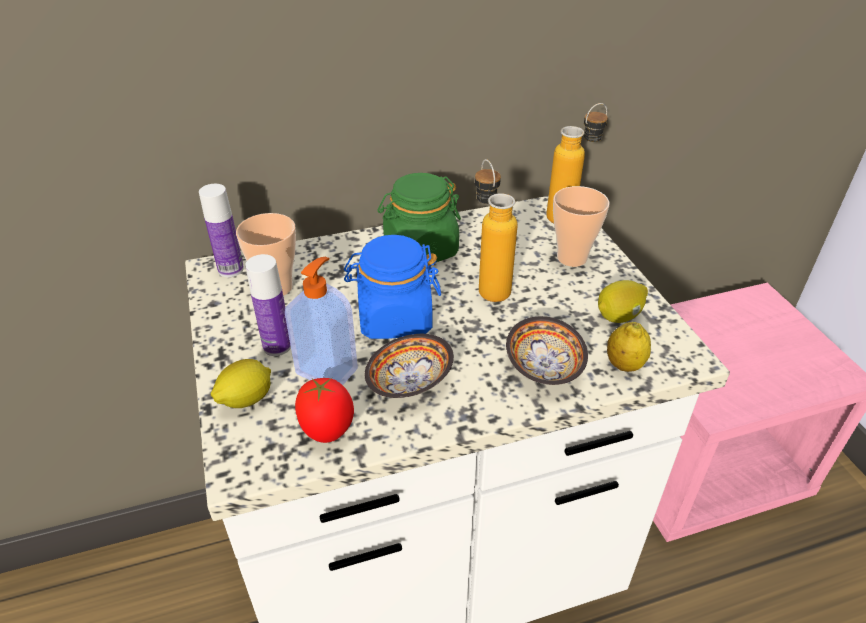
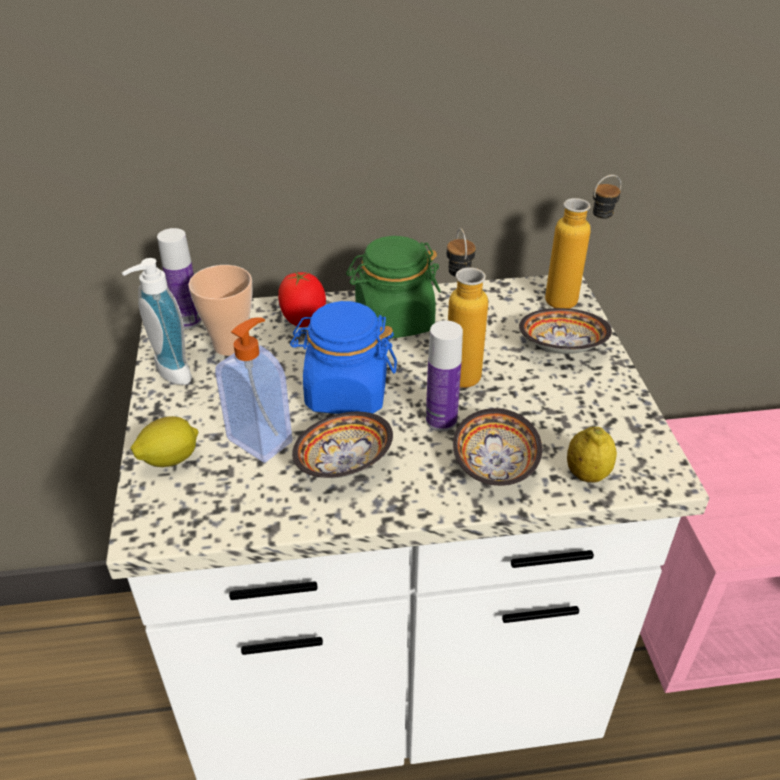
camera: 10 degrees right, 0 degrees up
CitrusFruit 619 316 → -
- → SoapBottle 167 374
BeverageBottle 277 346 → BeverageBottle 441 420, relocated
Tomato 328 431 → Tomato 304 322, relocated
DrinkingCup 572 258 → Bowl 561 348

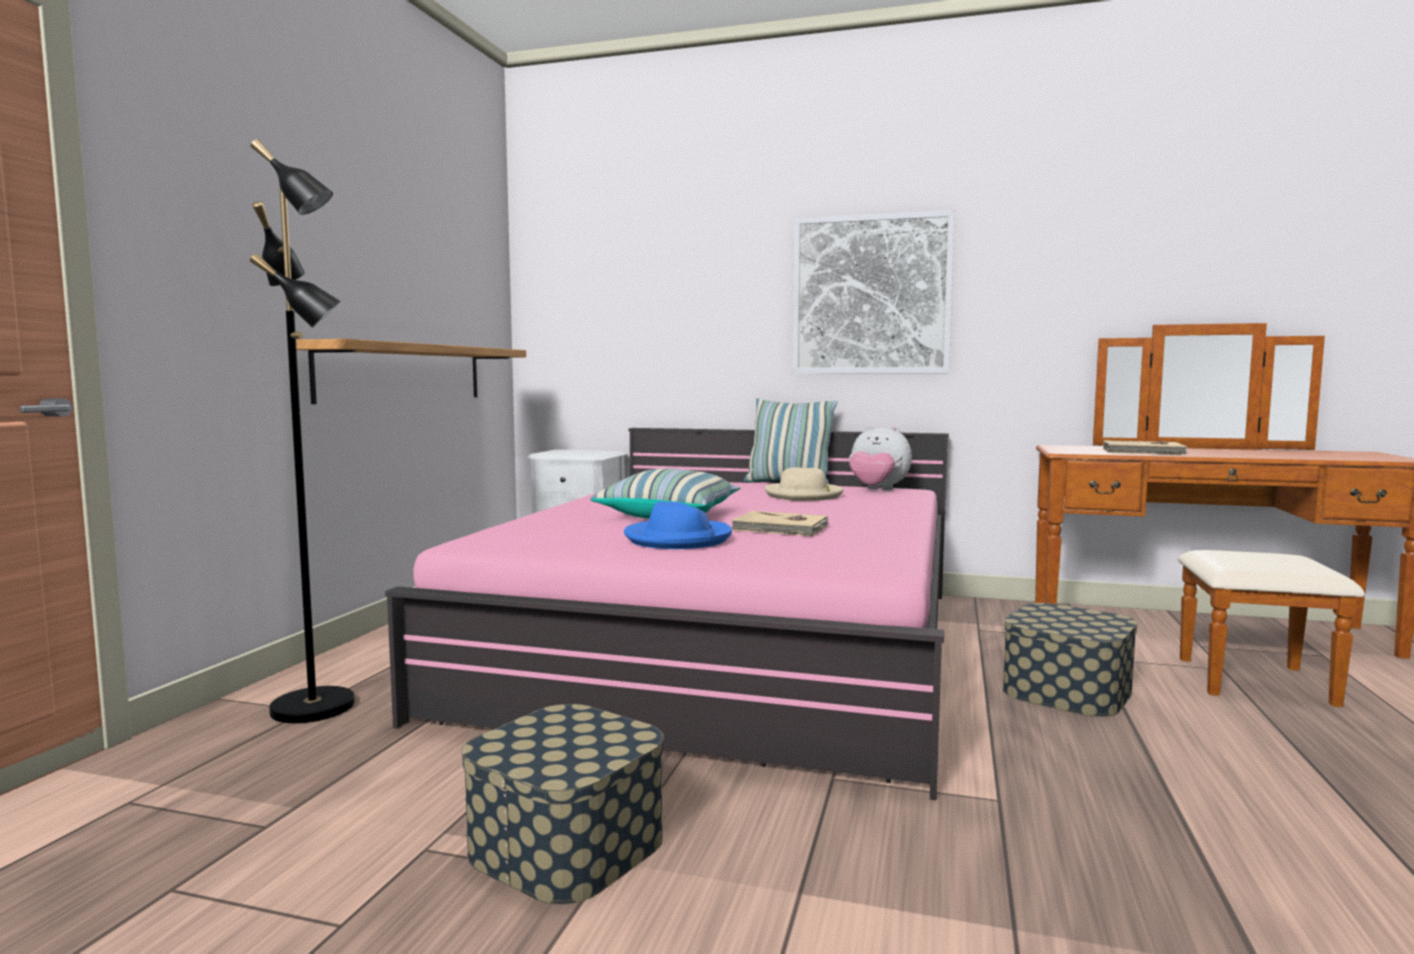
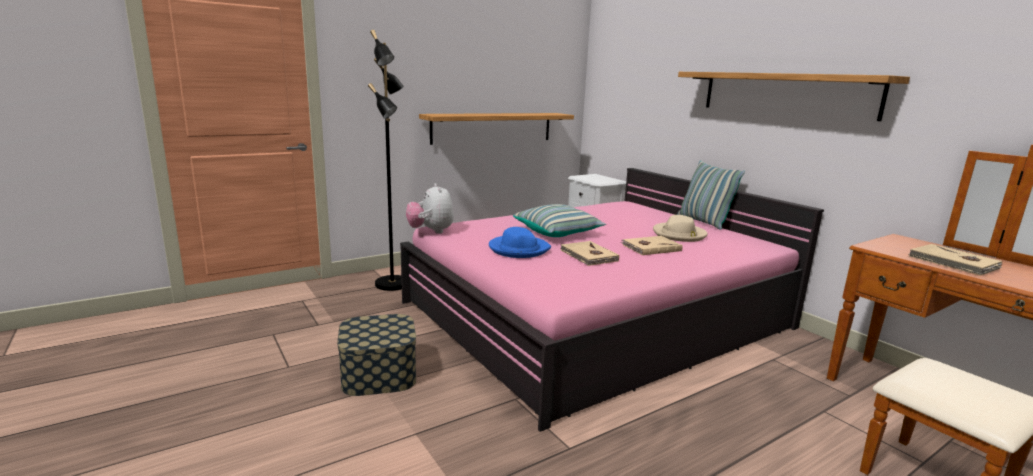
camera: 40 degrees right, 10 degrees up
StorageBin 1067 690 → -
- → BeigeColouredBoundBook 650 247
SoftToy 877 490 → SoftToy 431 231, relocated
Picture 871 295 → BracketShelf 785 94

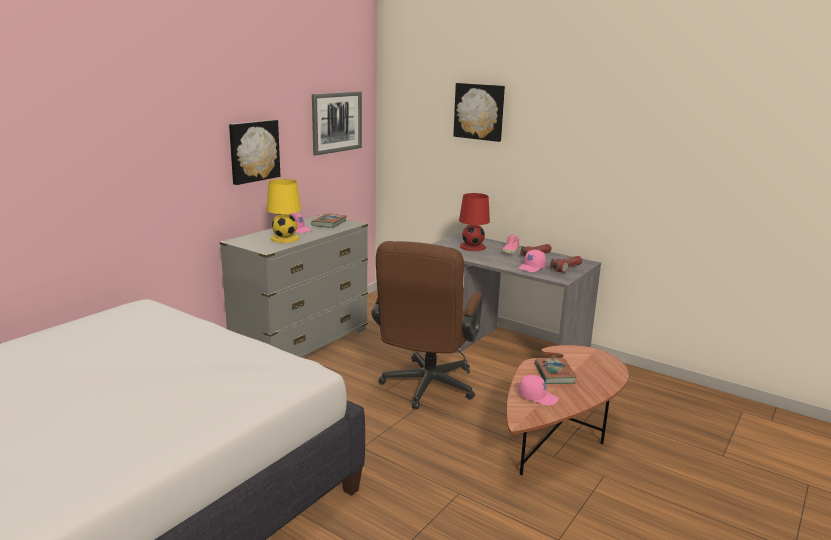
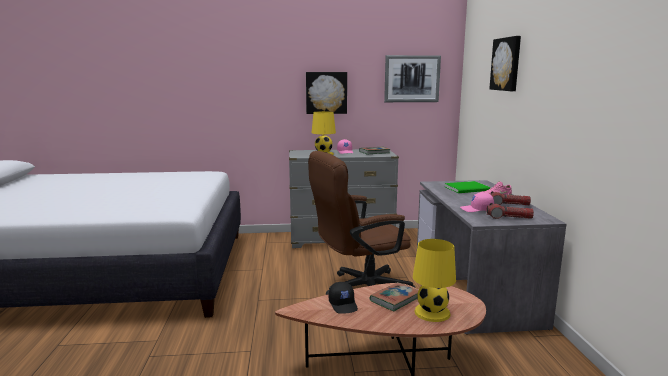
camera: 50 degrees right, 5 degrees down
- → YellowishTabletopLamp 432 313
ReddishTabletopLamp 473 247 → GreenBoundBook 468 189
PinkishCap 538 397 → BlackishCap 343 305

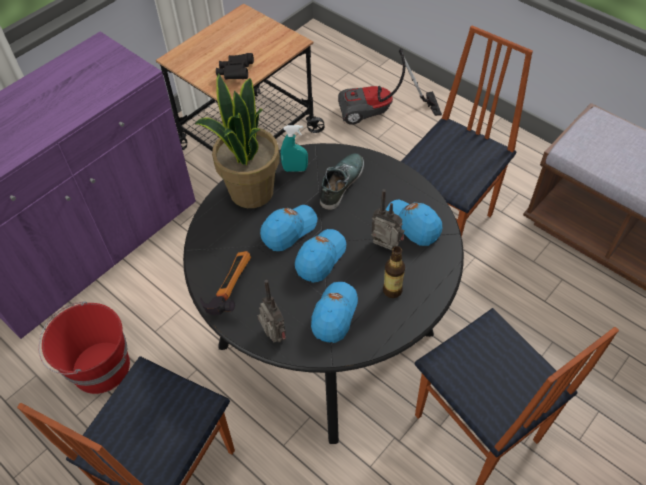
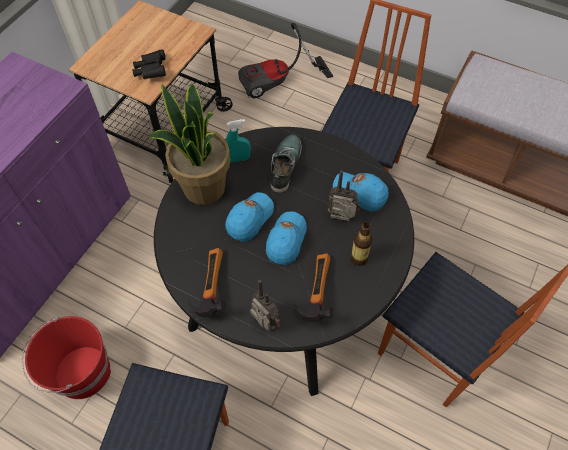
camera: 15 degrees left, 5 degrees up
BlueColouredCap 334 315 → ToolHammer 313 292

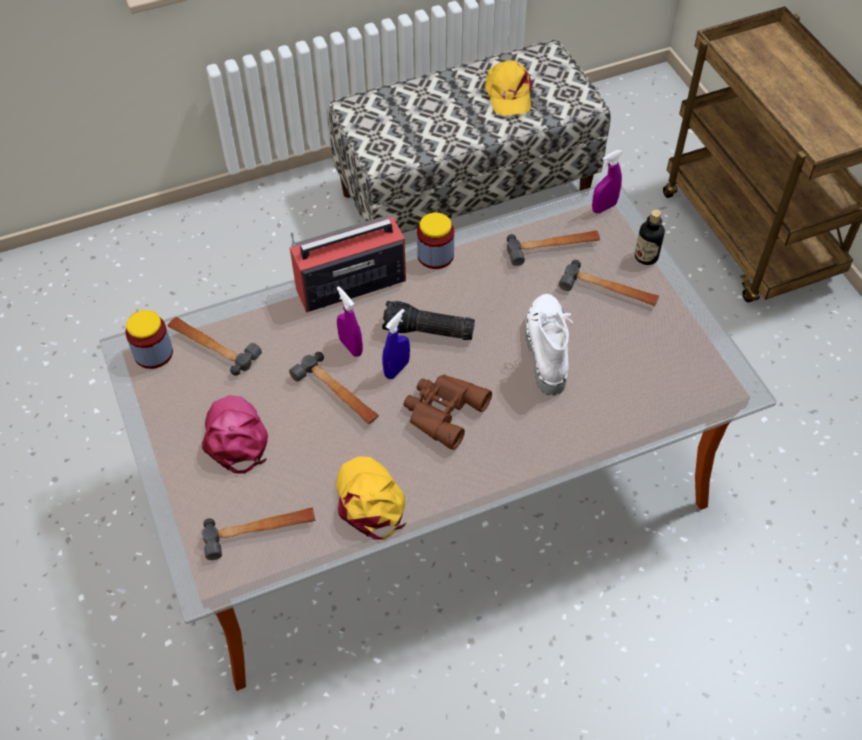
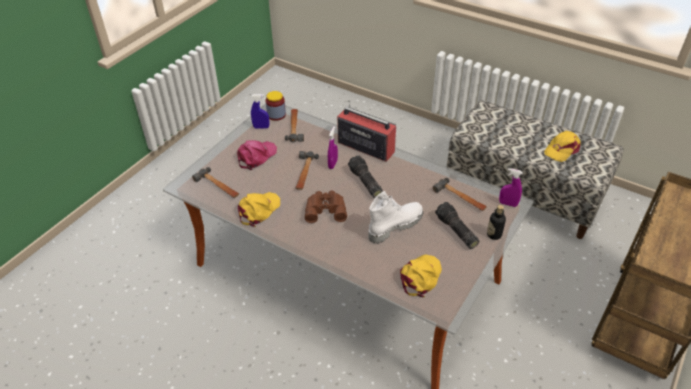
camera: 55 degrees right, 10 degrees down
StorageJar 435 255 → -
- → YellowishCap 420 277
BlueColouredSprayBottle 397 369 → BlueColouredSprayBottle 261 127, relocated
ToolHammer 609 291 → HandTorch 455 231

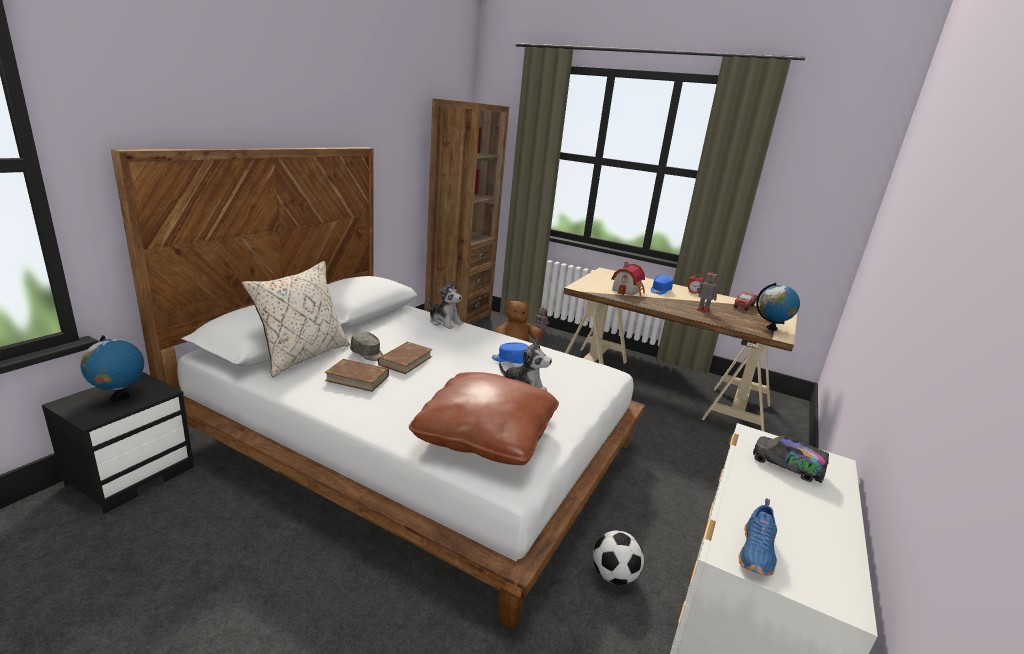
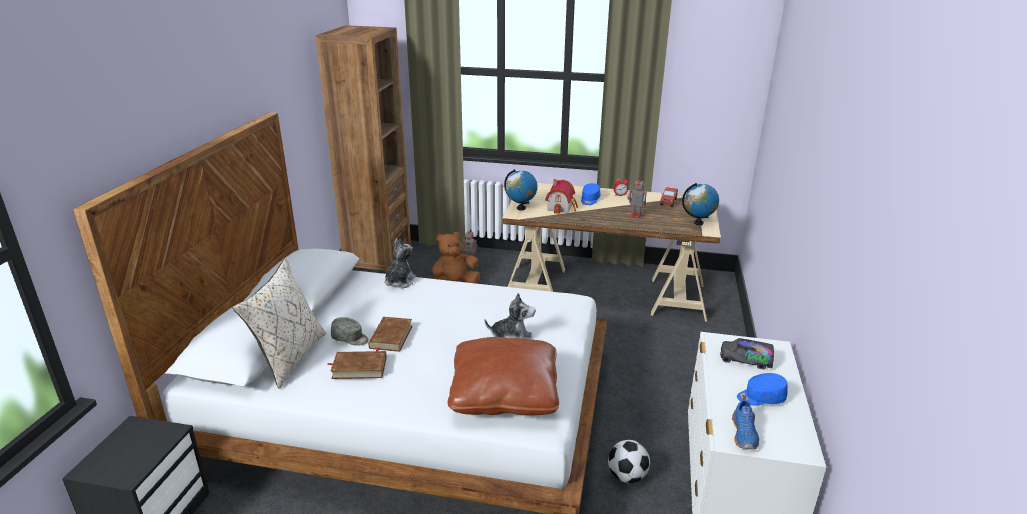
camera: 15 degrees left, 5 degrees up
WorldGlobe 119 397 → WorldGlobe 521 208, relocated
BlueColouredCap 510 360 → BlueColouredCap 760 398, relocated
SoftToy 445 322 → SoftToy 399 282, 90 degrees counterclockwise

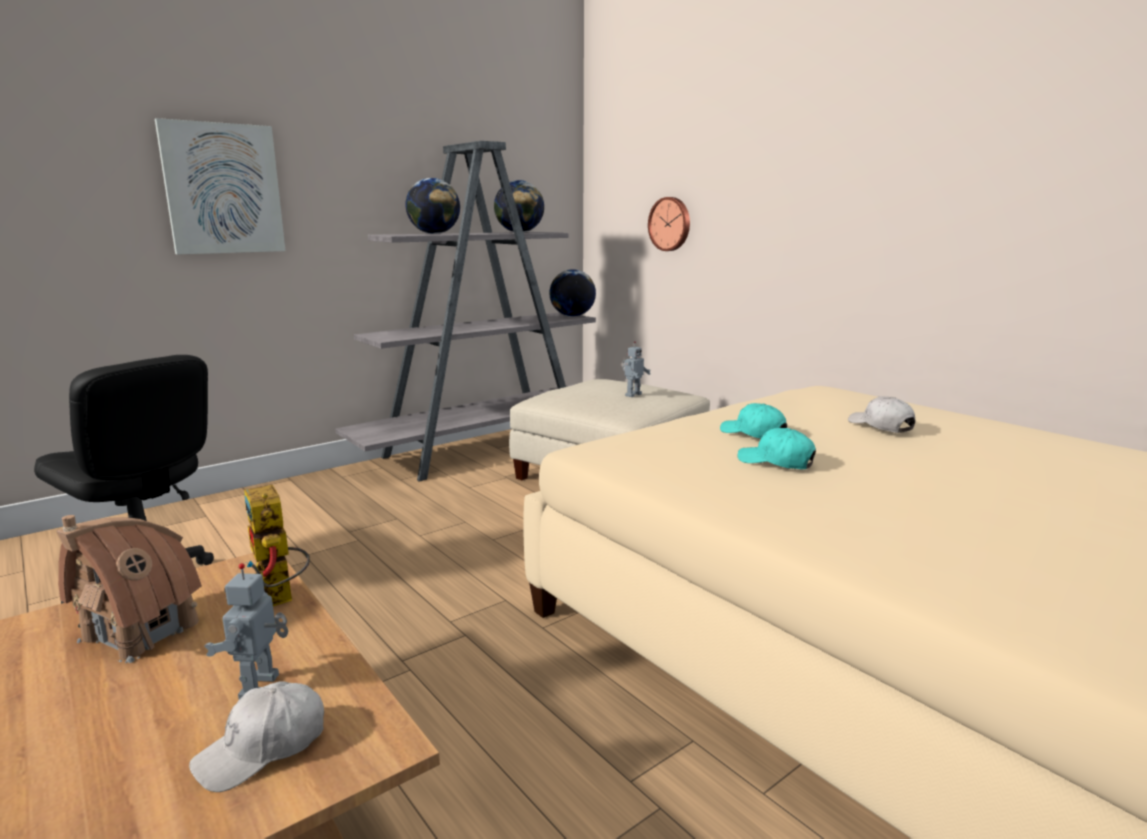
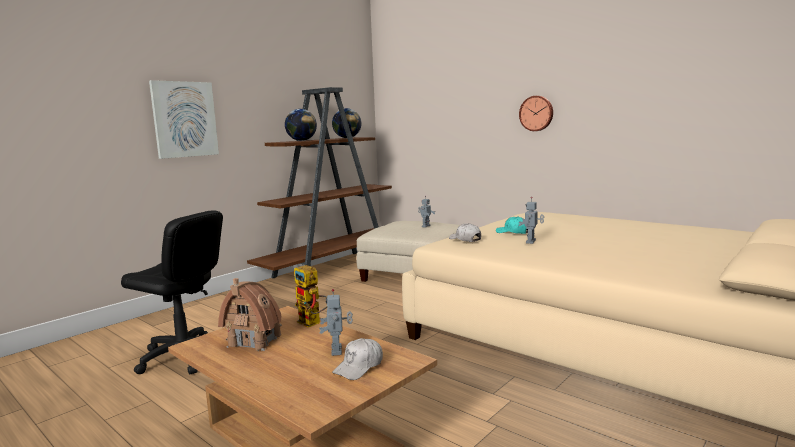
camera: 10 degrees left, 5 degrees down
WorldGlobe 572 316 → -
HangingClock 670 224 → HangingClock 536 113, relocated
WhiteColouredCap 880 426 → WhiteColouredCap 465 239, relocated
TurquoiseColouredCap 776 462 → RobotFigure 531 242
GreyishShelvingUnit 487 448 → BrownColouredShelvingUnit 334 268

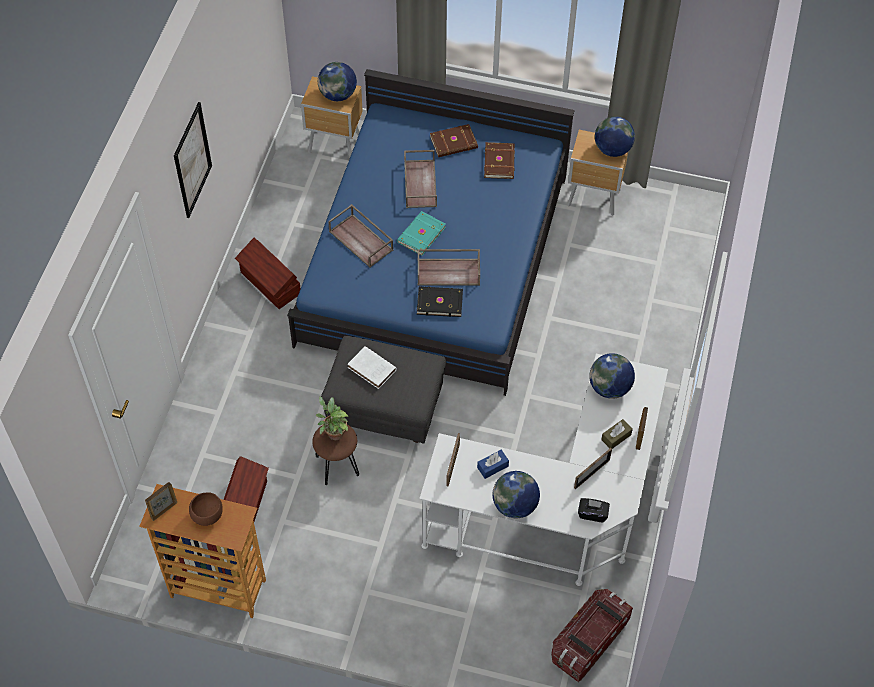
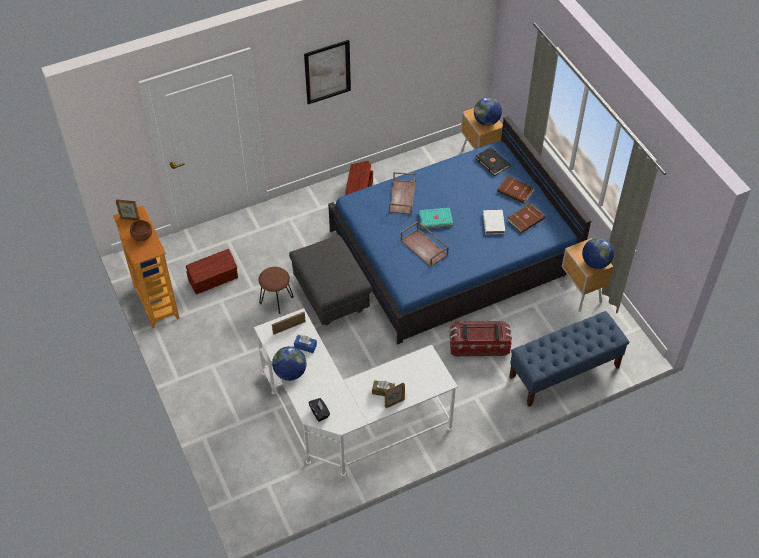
camera: 50 degrees right, 5 degrees down
PlantInAPot 333 432 → -
BrownColouredCarryingTray 419 183 → -
StandingFrame 592 474 → -
WorldGlobe 609 387 → -
- → BlueColouredLongSeat 564 372
WhiteColouredBoundBook 373 369 → WhiteColouredBoundBook 494 224, relocated
BlackishBoundBook 439 302 → BlackishBoundBook 492 162, relocated
StorageBin 589 641 → StorageBin 479 346, relocated

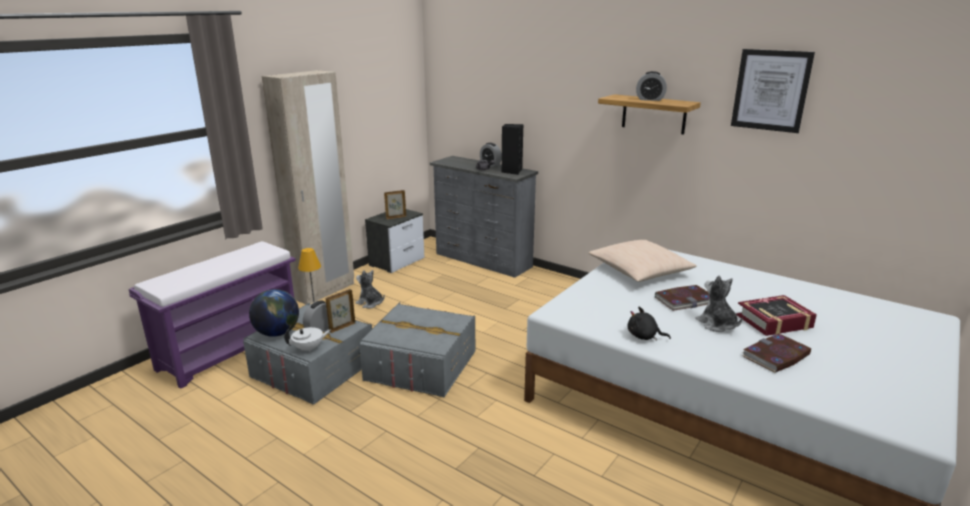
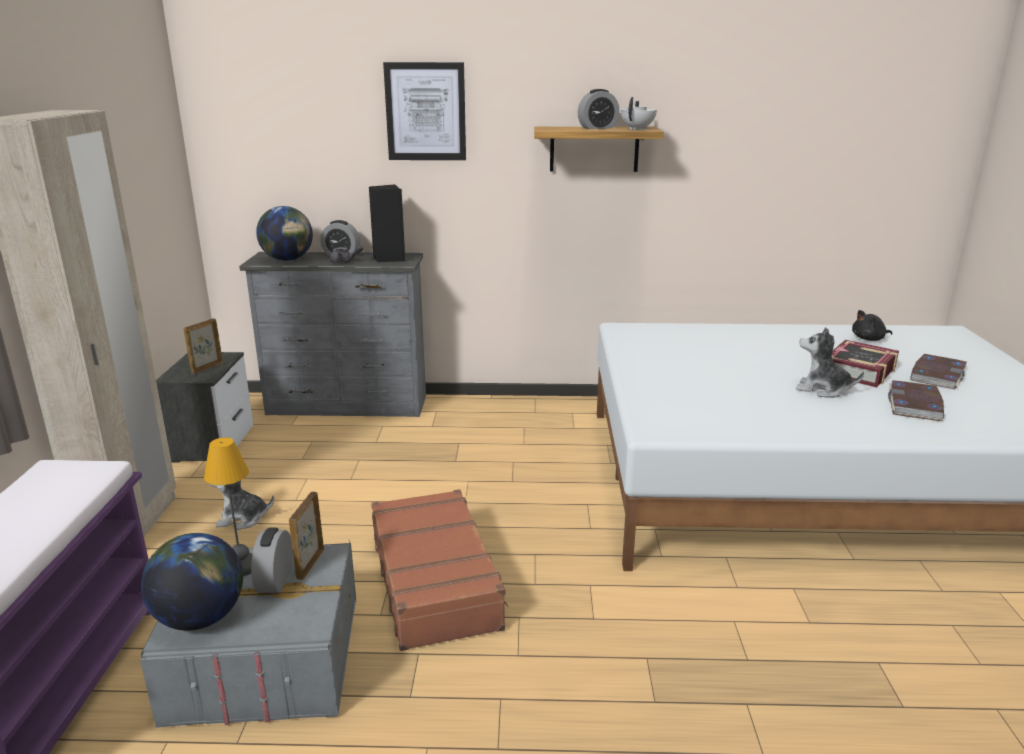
camera: 35 degrees left, 0 degrees up
BeigeColouredCushion 640 271 → -
- → WorldGlobe 288 260
WhiteColouredTeaPot 309 348 → WhiteColouredTeaPot 638 129, relocated
BlackishSoftToy 644 336 → BlackishSoftToy 869 339, relocated
BoundBook 684 300 → BoundBook 937 374, relocated
Picture 771 90 → Picture 425 112, relocated
GreyishStorageBin 421 365 → BrownColouredSuitcase 436 581

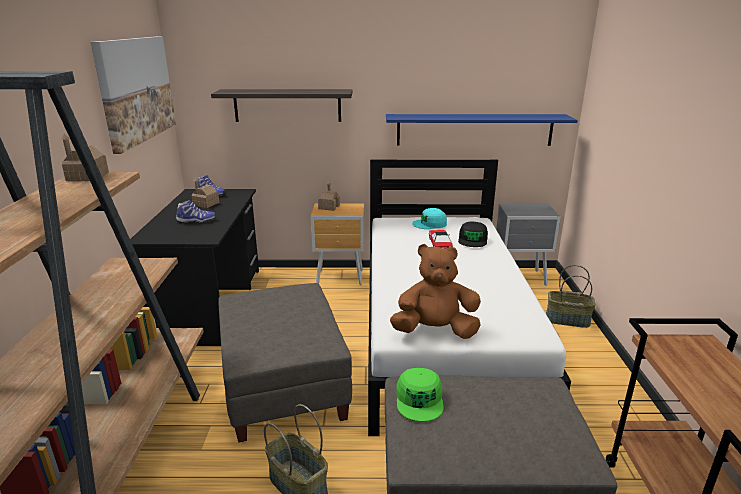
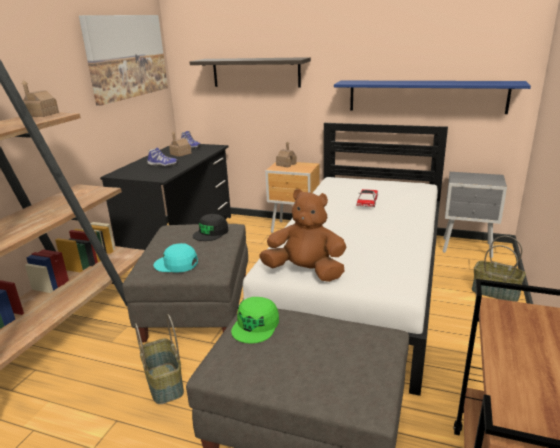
camera: 20 degrees right, 0 degrees up
TurquoiseColouredCap 430 224 → TurquoiseColouredCap 176 264, relocated
BlackishCap 473 239 → BlackishCap 211 233, relocated

